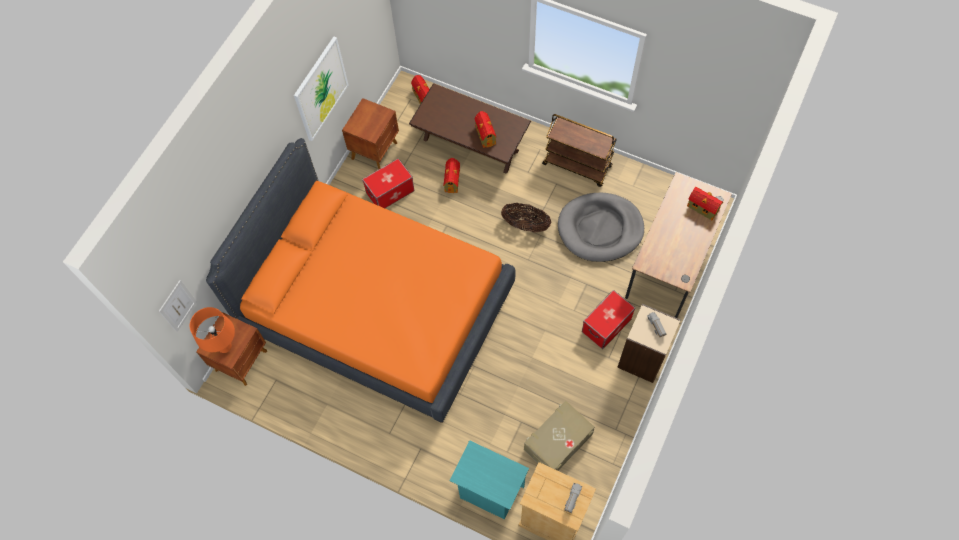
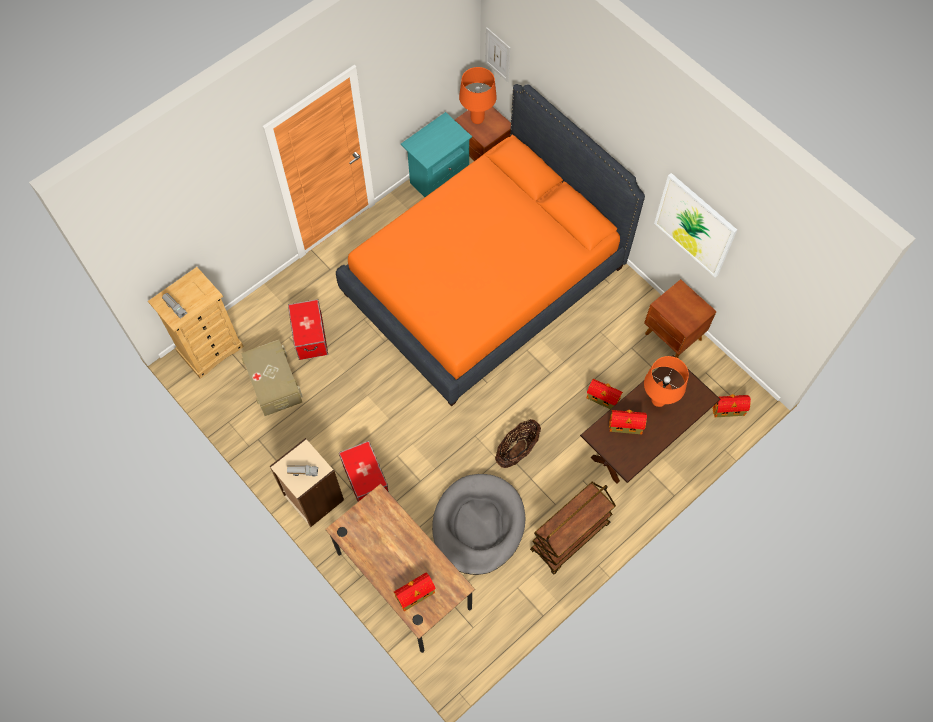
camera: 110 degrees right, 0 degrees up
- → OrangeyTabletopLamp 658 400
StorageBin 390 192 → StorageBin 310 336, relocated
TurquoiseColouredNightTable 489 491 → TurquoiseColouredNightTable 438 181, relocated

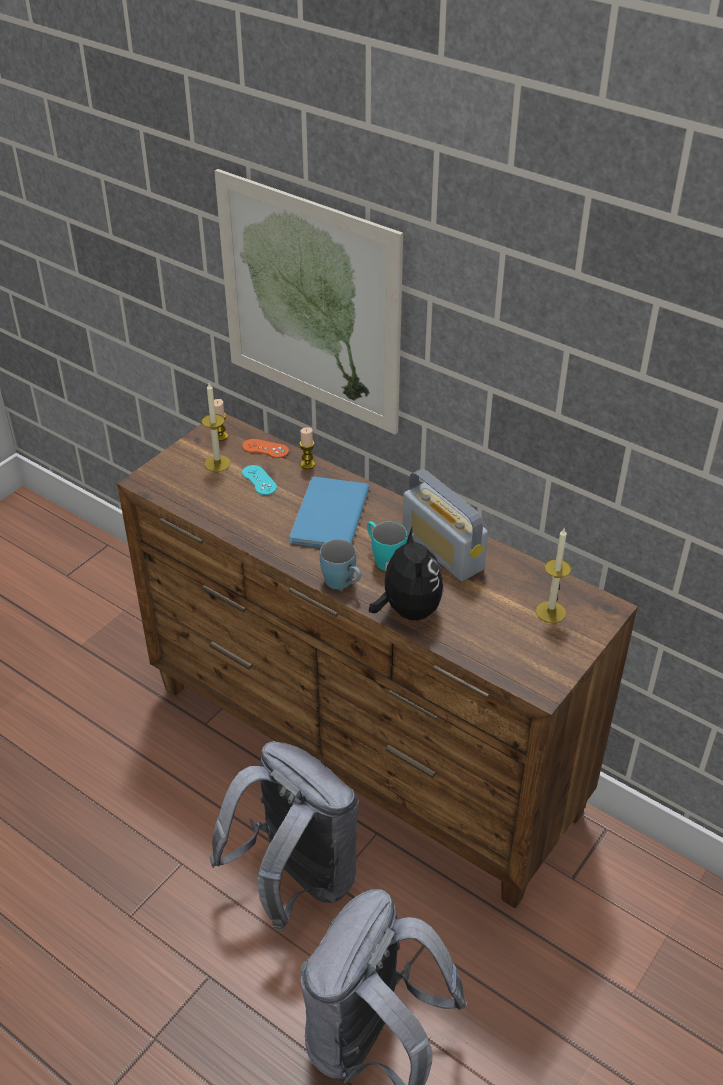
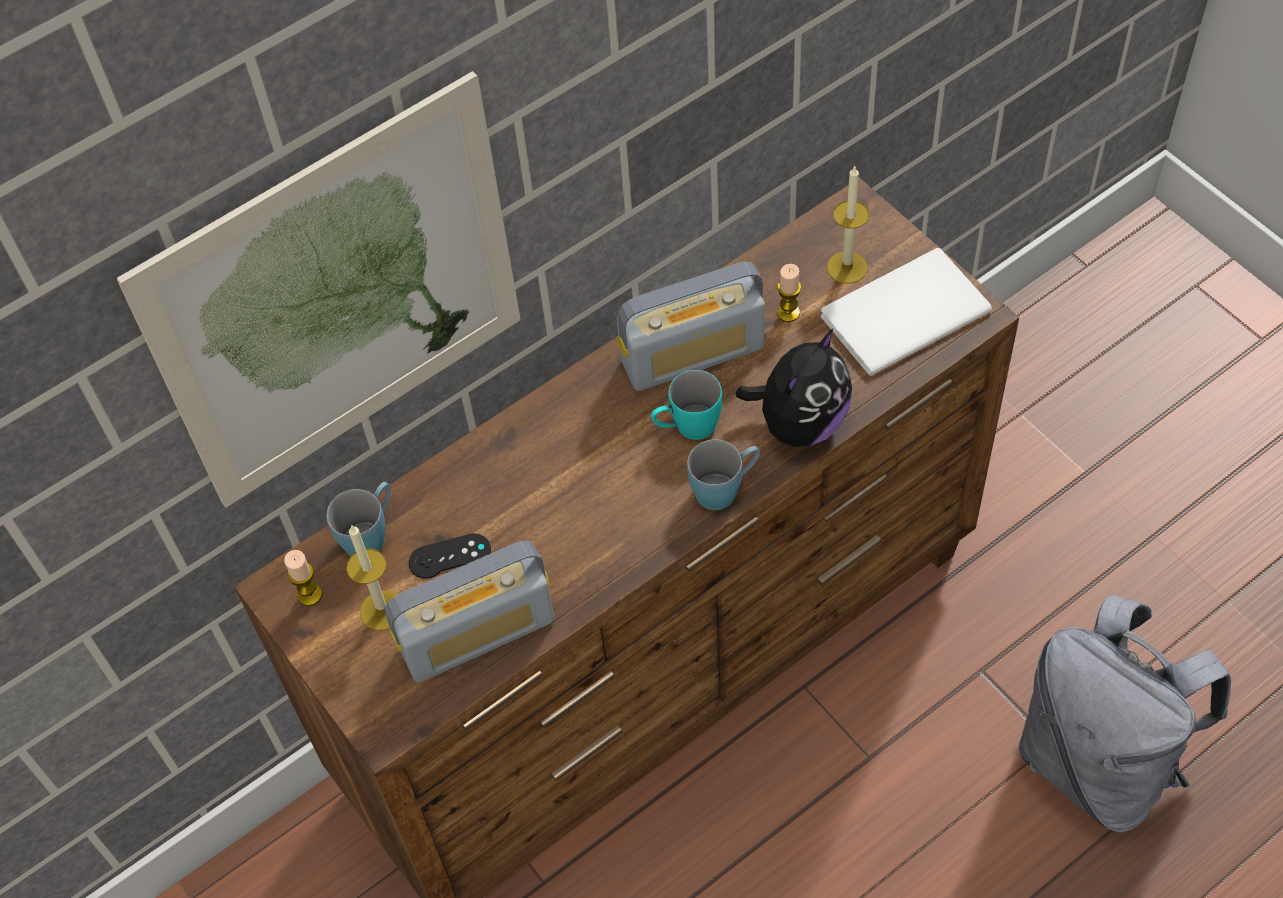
camera: 70 degrees left, 15 degrees up
GreyishBackpack 296 880 → -
BlueColouredBoundBook 326 516 → -
- → RadioReceiver 477 634
- → WhiteColouredBoundBook 899 313
WaxCandle 307 464 → WaxCandle 788 313, relocated
OrangeyJoypad 265 449 → BlueColouredMug 371 534
TurquoiseColouredJoypad 259 480 → BlackishJoypad 450 556
SoftToy 407 610 → SoftToy 800 423, 120 degrees clockwise

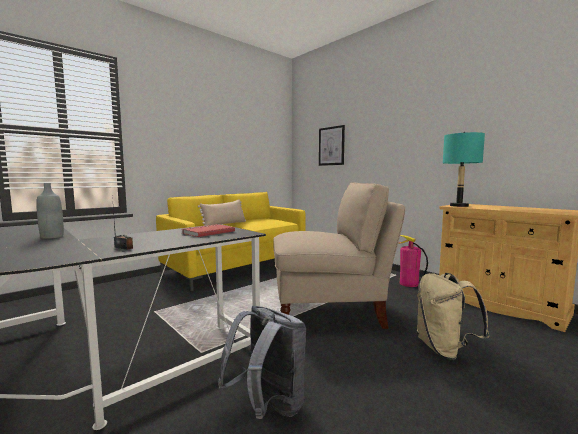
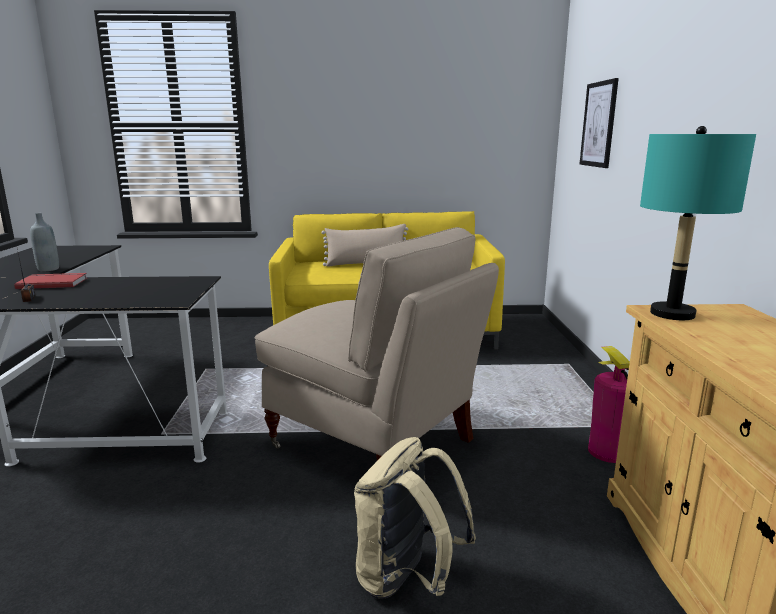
camera: 40 degrees right, 10 degrees up
GreyishBackpack 268 407 → -
ReddishBoundBook 207 232 → ReddishBoundBook 53 283, relocated

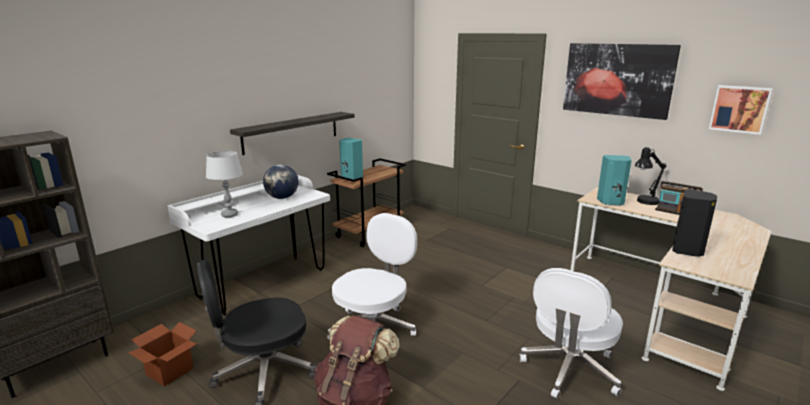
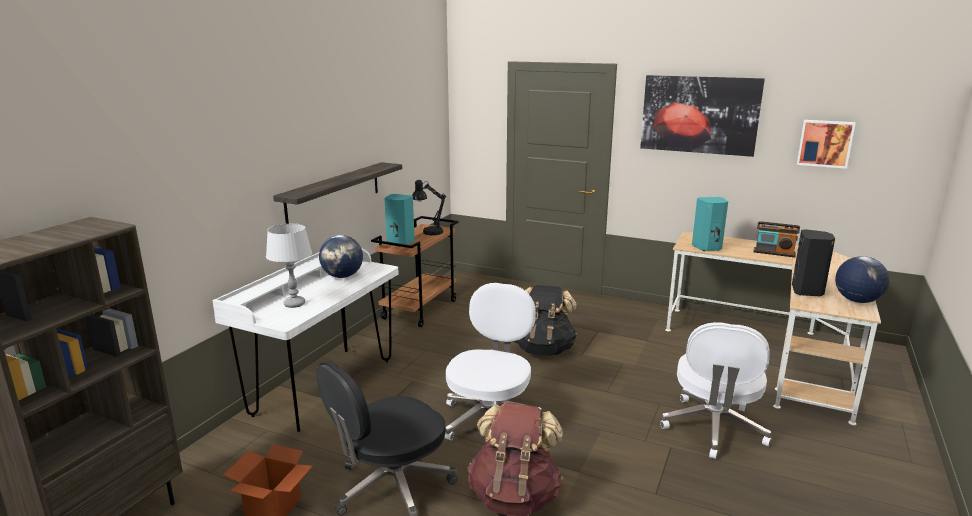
camera: 15 degrees left, 0 degrees up
- → BlackishBackpack 543 349
- → WorldGlobe 857 301
BlackishTabletopLamp 644 202 → BlackishTabletopLamp 429 233, relocated

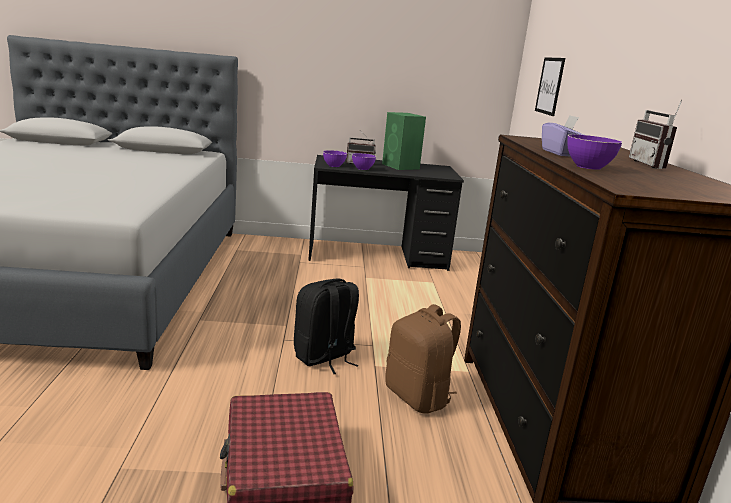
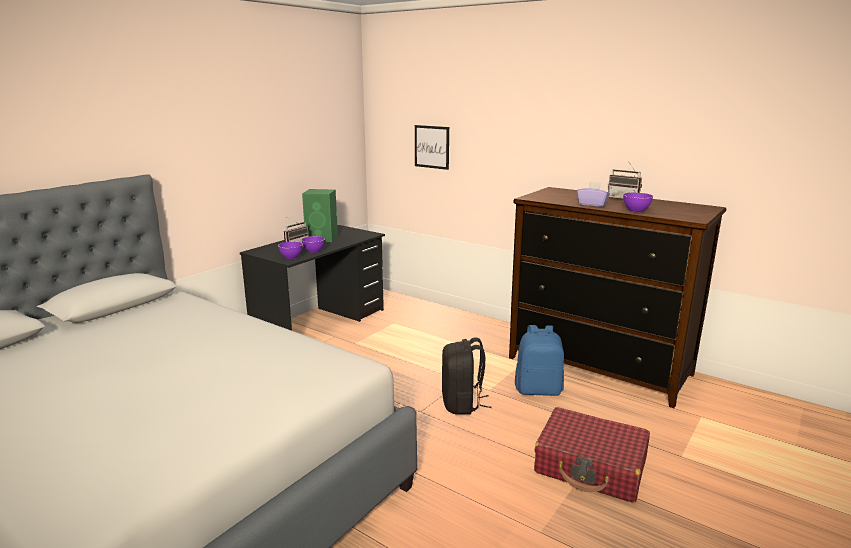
camera: 50 degrees left, 0 degrees up
BrownColouredBackpack 418 397 → BlueColouredBackpack 538 390

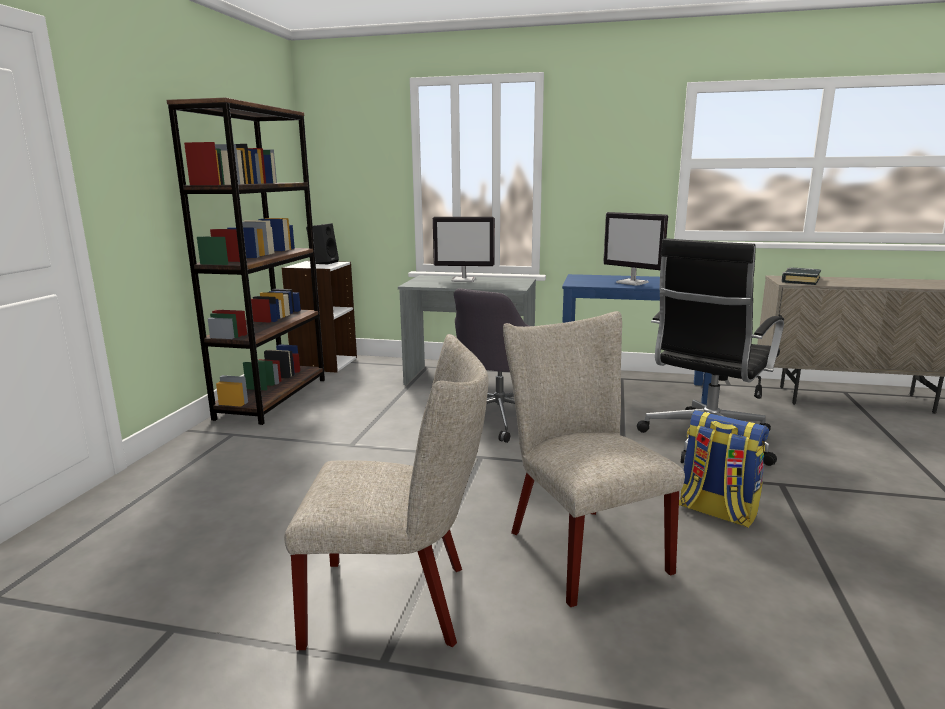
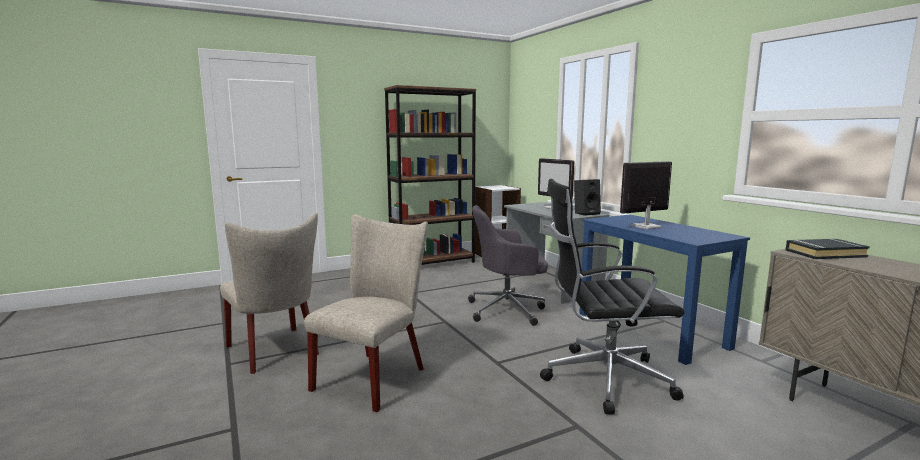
camera: 50 degrees right, 5 degrees down
Backpack 716 511 → -
BlackishAudioSpeaker 324 262 → BlackishAudioSpeaker 586 213, relocated
ComputerScreen 632 283 → ComputerScreen 645 227, 60 degrees clockwise

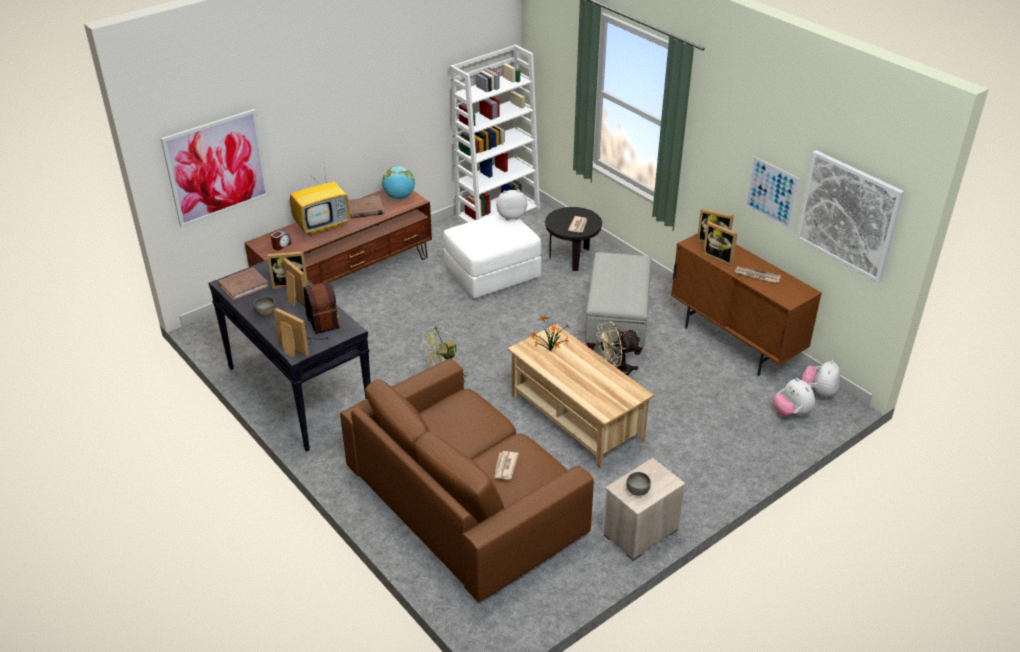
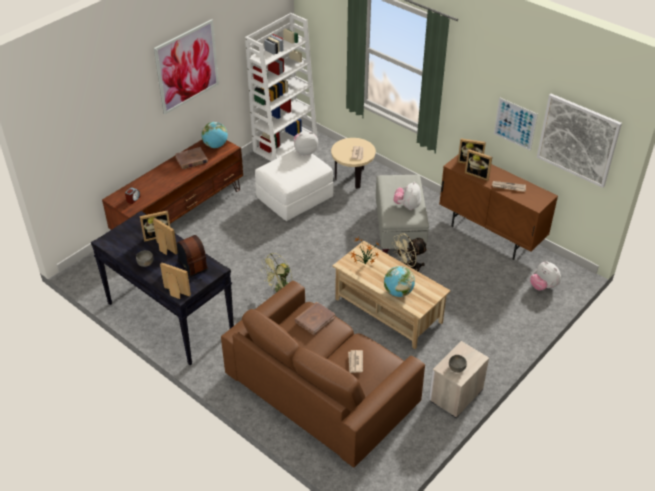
camera: 10 degrees left, 5 degrees up
Tv 323 226 → -
- → WorldGlobe 398 292
Picture 217 168 → Picture 187 66, relocated
BrownColouredBoundBook 243 286 → BrownColouredBoundBook 315 319, relocated
SoftToy 818 392 → SoftToy 407 206, relocated
BlackishEndTable 572 258 → BeigeColouredEndTable 352 177

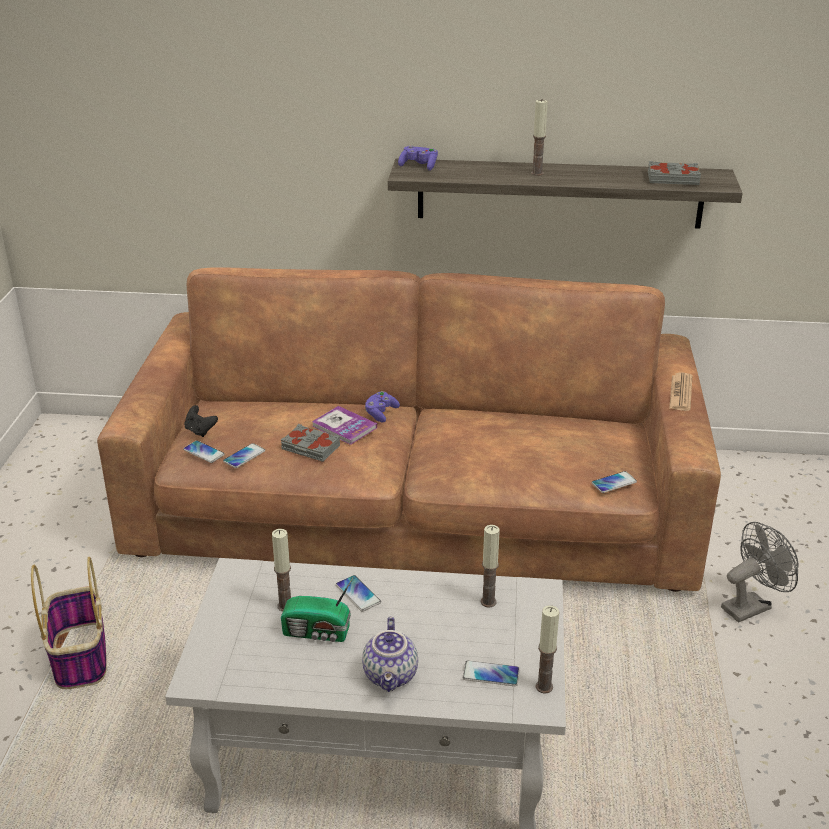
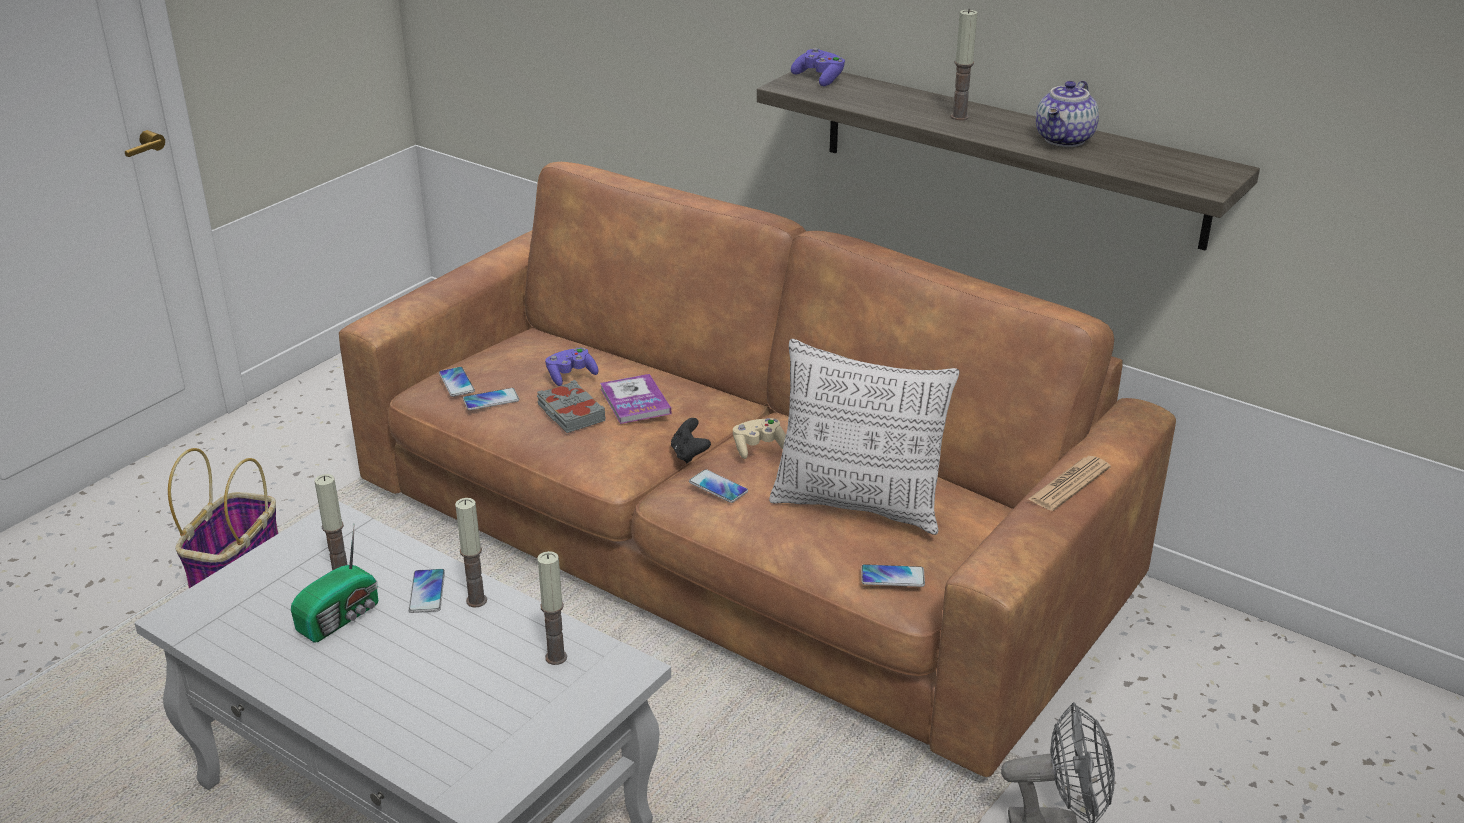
camera: 30 degrees right, 0 degrees up
GreyishBoundBook 672 178 → -
- → BeigeColouredJoypad 758 447
- → Cushion 858 505
BlackishJoypad 200 431 → BlackishJoypad 689 454, relocated
TeaPot 392 676 → TeaPot 1065 140, relocated
PurplishJoypad 381 413 → PurplishJoypad 571 376, relocated
Telephone 491 674 → Telephone 718 487, relocated
WaxCandle 544 686 → WaxCandle 476 600, relocated
RadioReceiver 318 632 → RadioReceiver 341 617, 90 degrees counterclockwise

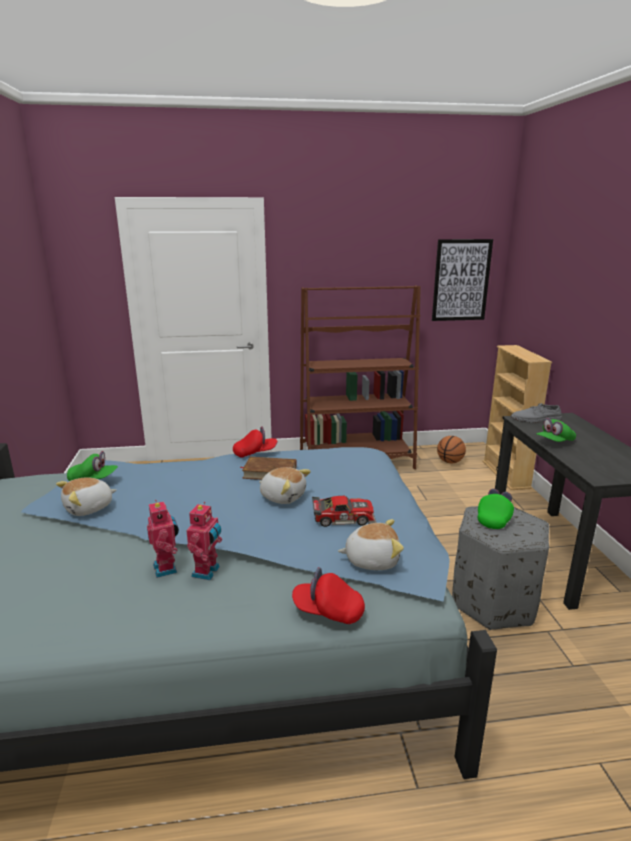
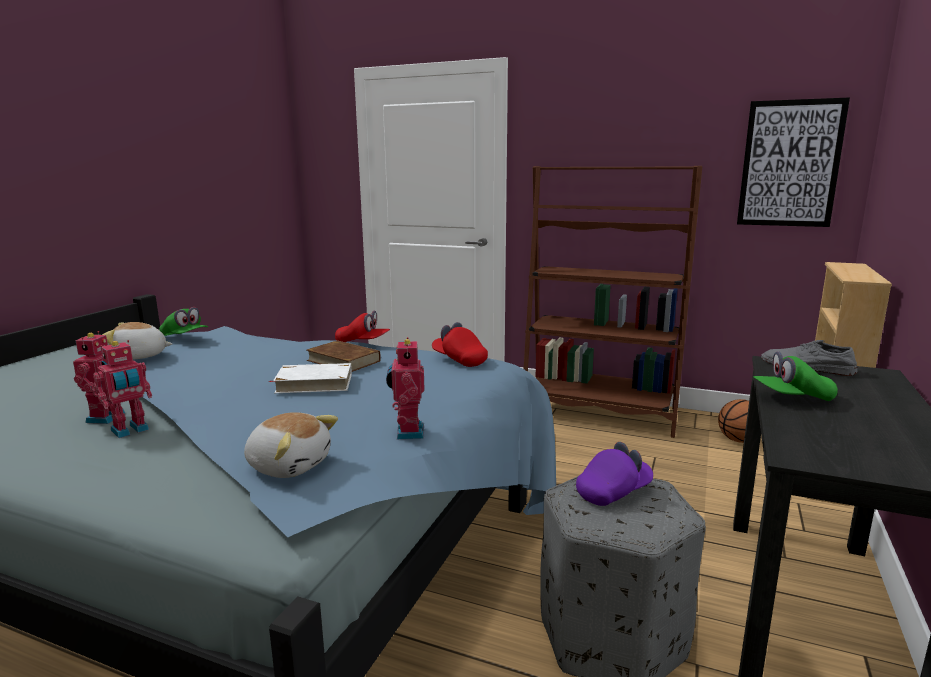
camera: 30 degrees right, 5 degrees down
ModelCar 343 517 → -
- → RobotFigure 407 432
ReddishCap 328 611 → ReddishCap 459 360, relocated
SoftToy 283 496 → WhiteColouredBoundBook 314 383
GreenCap 494 519 → PurplishCap 613 492

